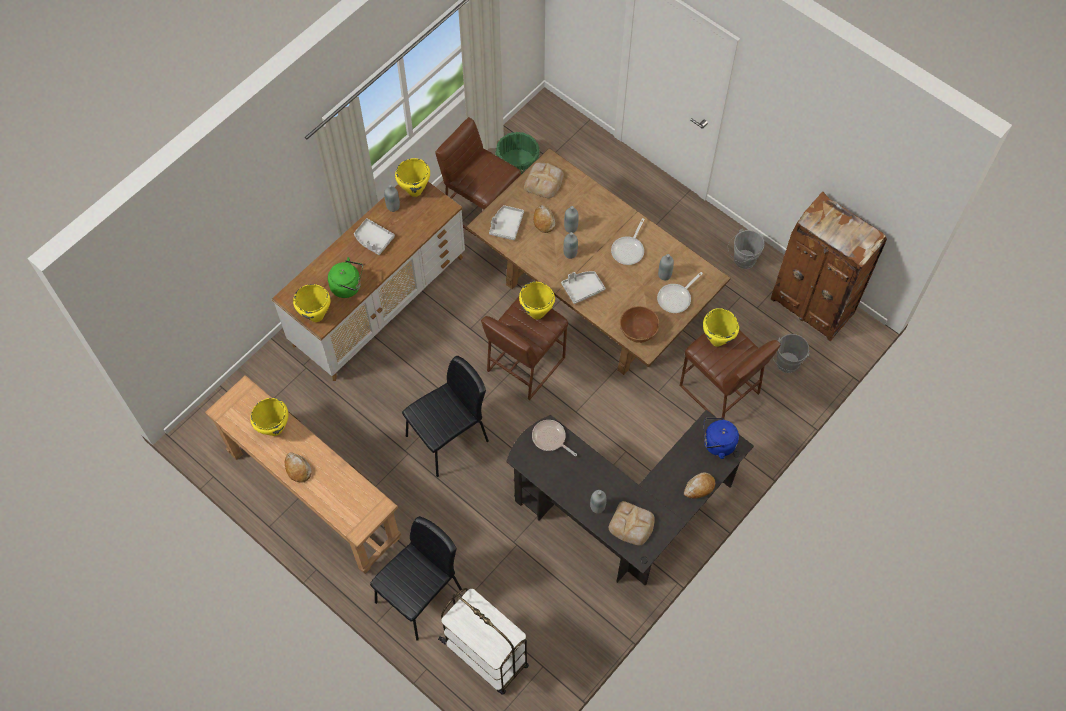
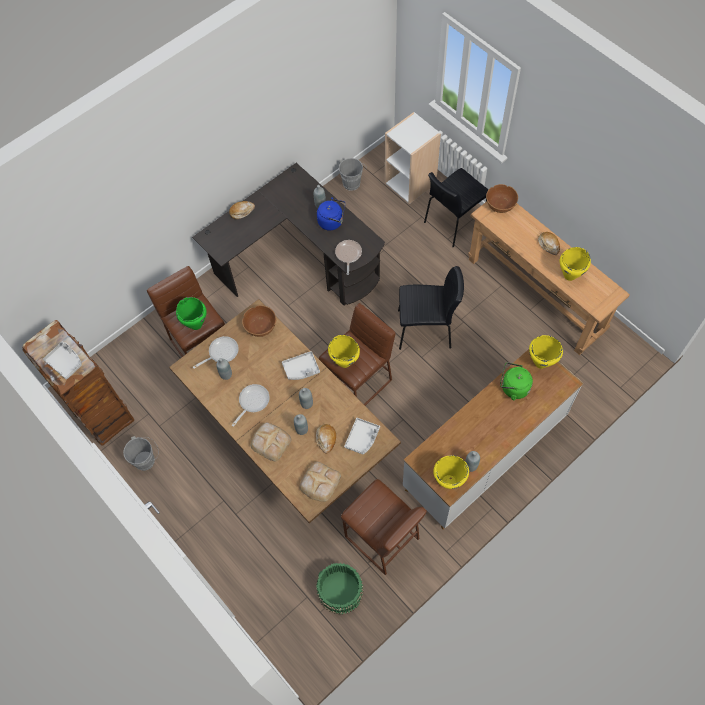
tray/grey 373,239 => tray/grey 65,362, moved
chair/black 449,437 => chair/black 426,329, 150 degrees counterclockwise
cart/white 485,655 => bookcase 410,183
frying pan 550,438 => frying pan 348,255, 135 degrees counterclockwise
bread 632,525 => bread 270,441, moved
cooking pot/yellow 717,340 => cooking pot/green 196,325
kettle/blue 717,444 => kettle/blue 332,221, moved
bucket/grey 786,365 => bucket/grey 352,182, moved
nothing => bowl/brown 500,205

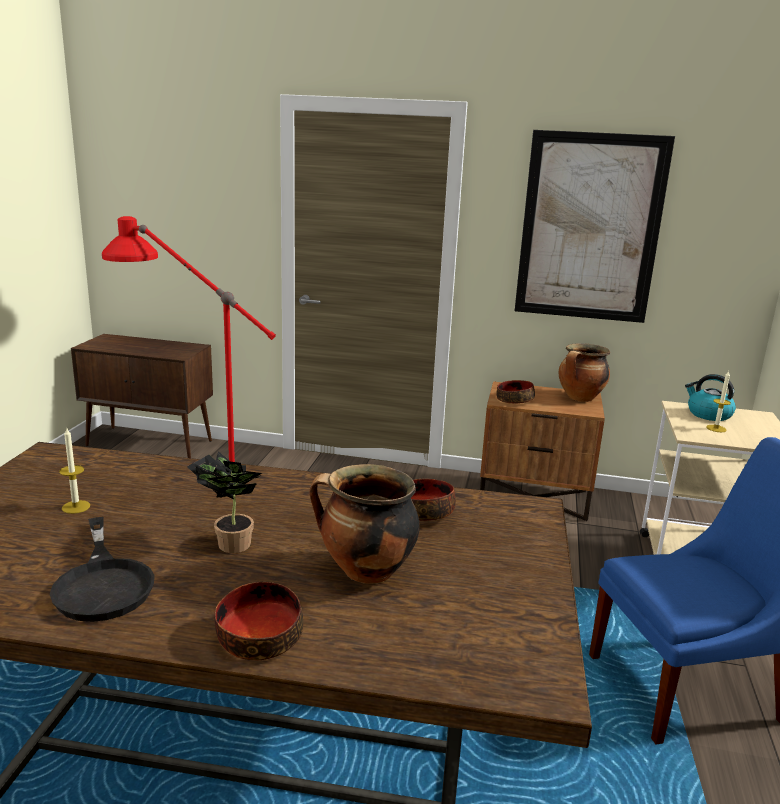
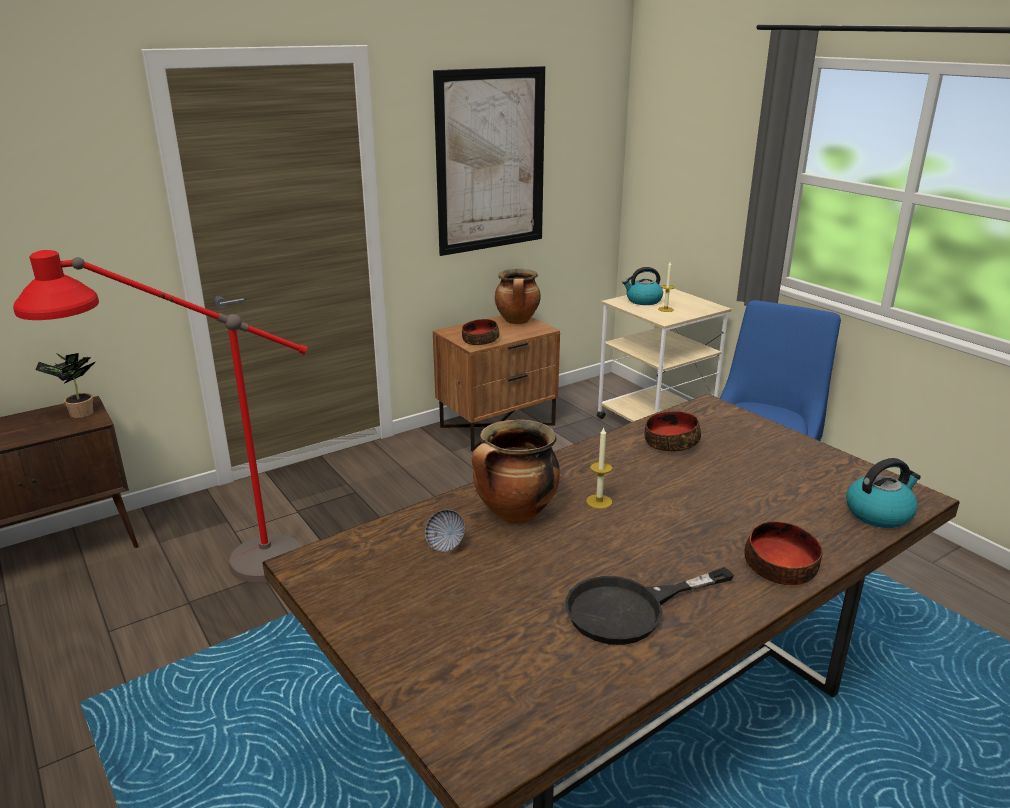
frying pan/black 103,582 => frying pan/black 630,609, 135 degrees clockwise
candle 76,507 => candle 599,501, moved
potted plant 229,544 => potted plant 78,414, moved
cooking pot 365,572 => cooking pot 515,515, moved
nothing => bowl 445,544
nothing => kettle 879,513

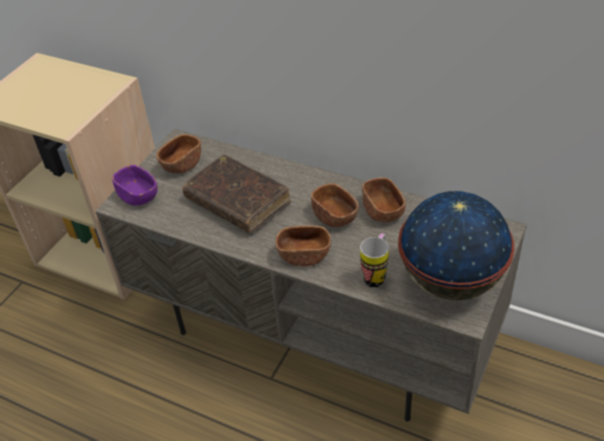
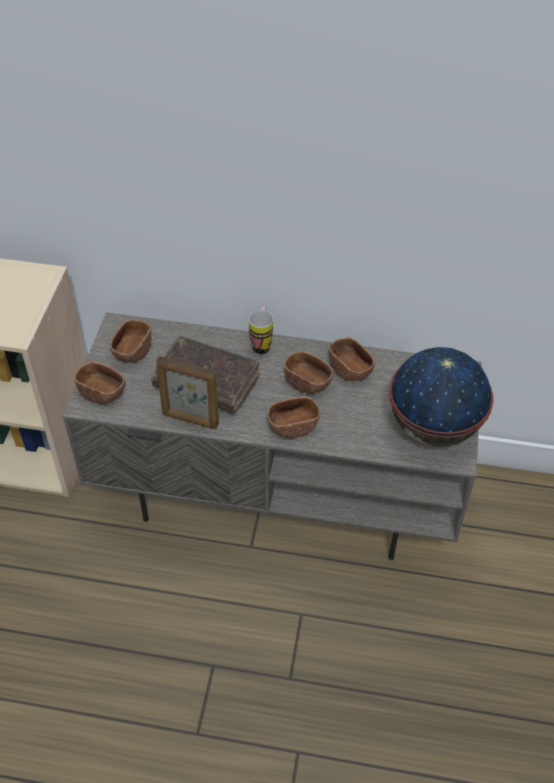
bowl/purple 138,196 => bowl/brown 102,392
mug 376,275 => mug 262,343, moved
nothing => picture frame 190,419

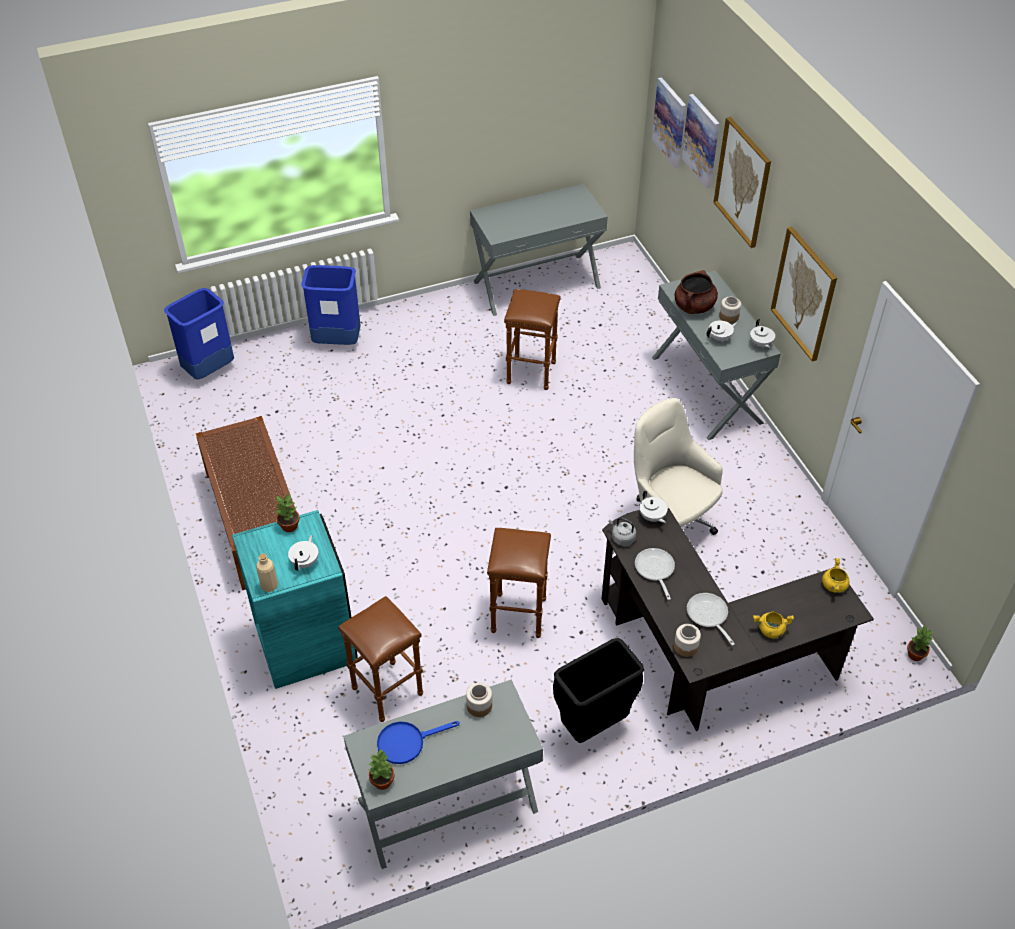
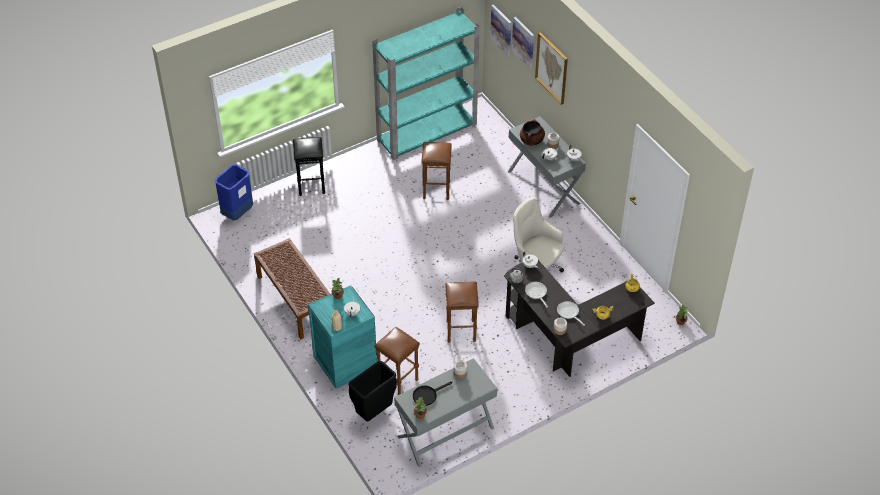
trash can/blue 337,341 => stool/black 312,185
frying pan/blue 407,742 => frying pan/black 427,395
console table/grey 536,284 => bookcase/turquoise 427,132
trash can/black 593,725 => trash can/black 373,412, moved
picture 804,294 => nothing

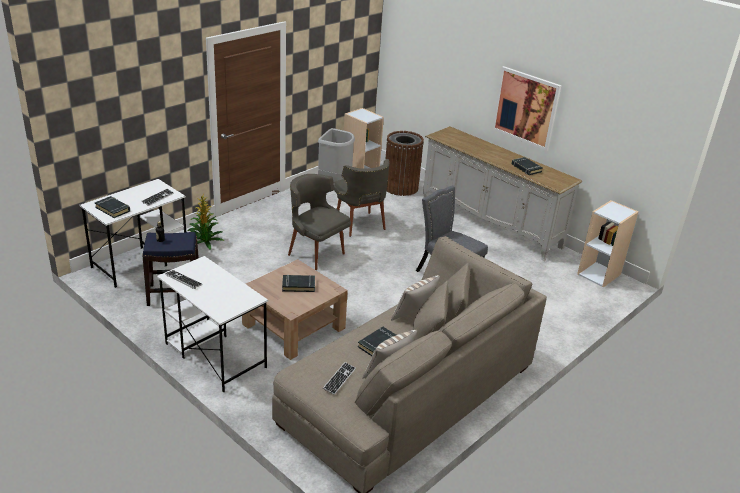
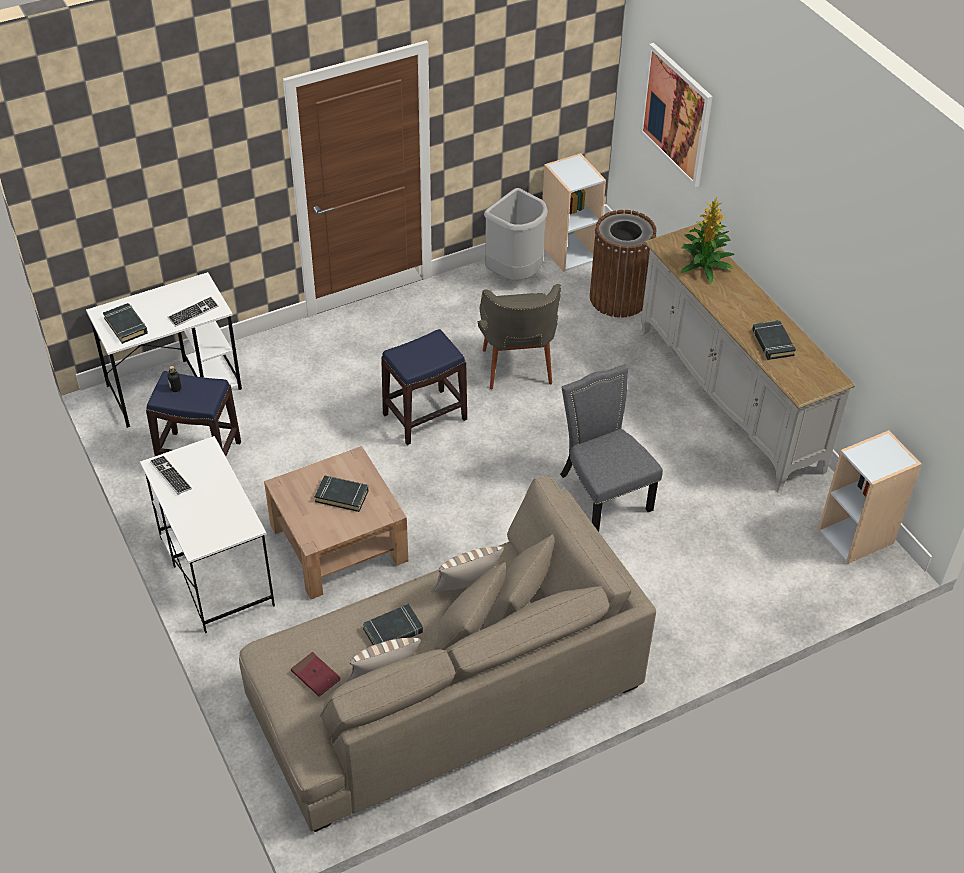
potted plant 205,242 => potted plant 704,266, moved
chair/grey 316,255 => stool 425,417
keyboard 339,379 => book/red 315,676
picture 526,108 => picture 676,114, moved

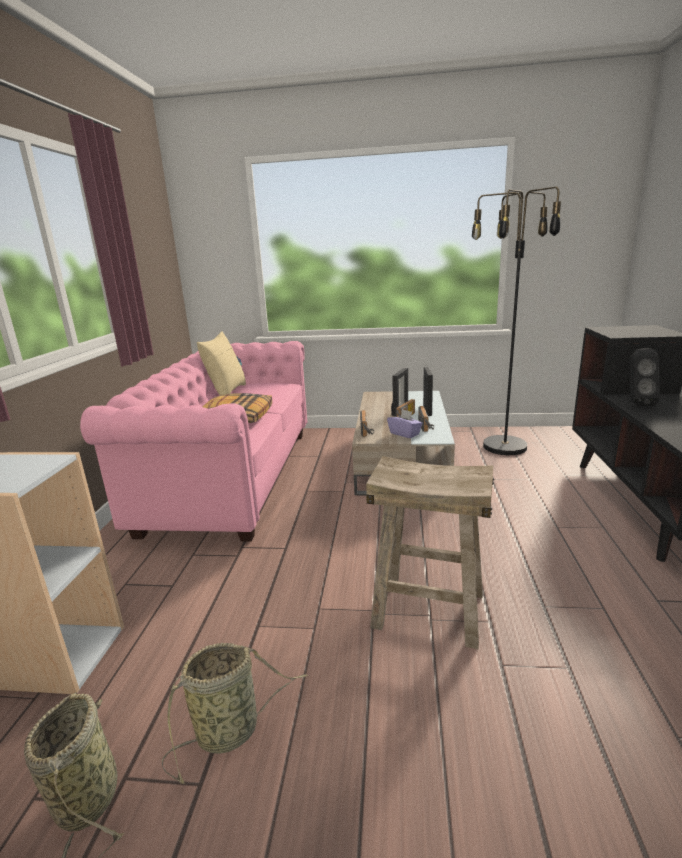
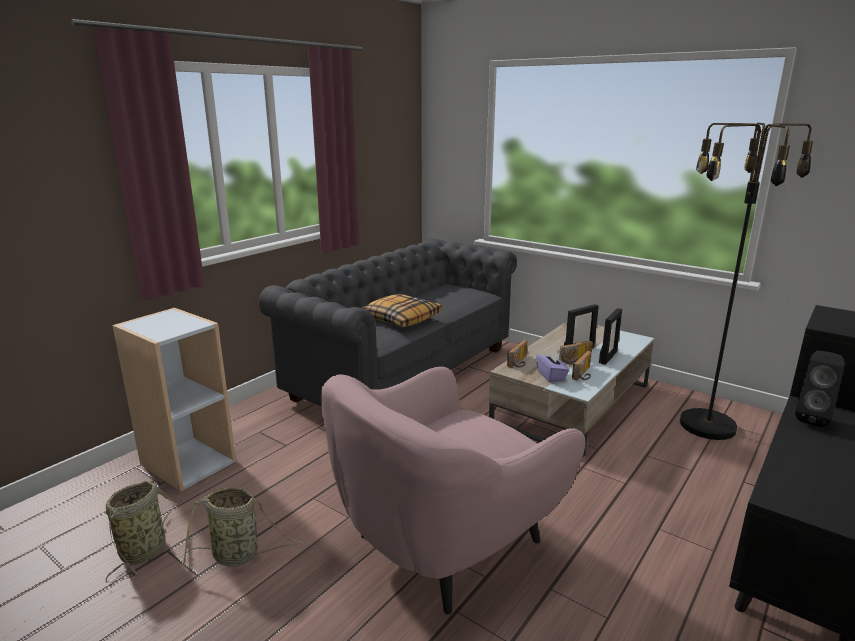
sofa/pink 234,477 => sofa/grey 404,373
pillow/beige 227,393 => nothing
stool/beige 428,610 => armchair/pink 445,544

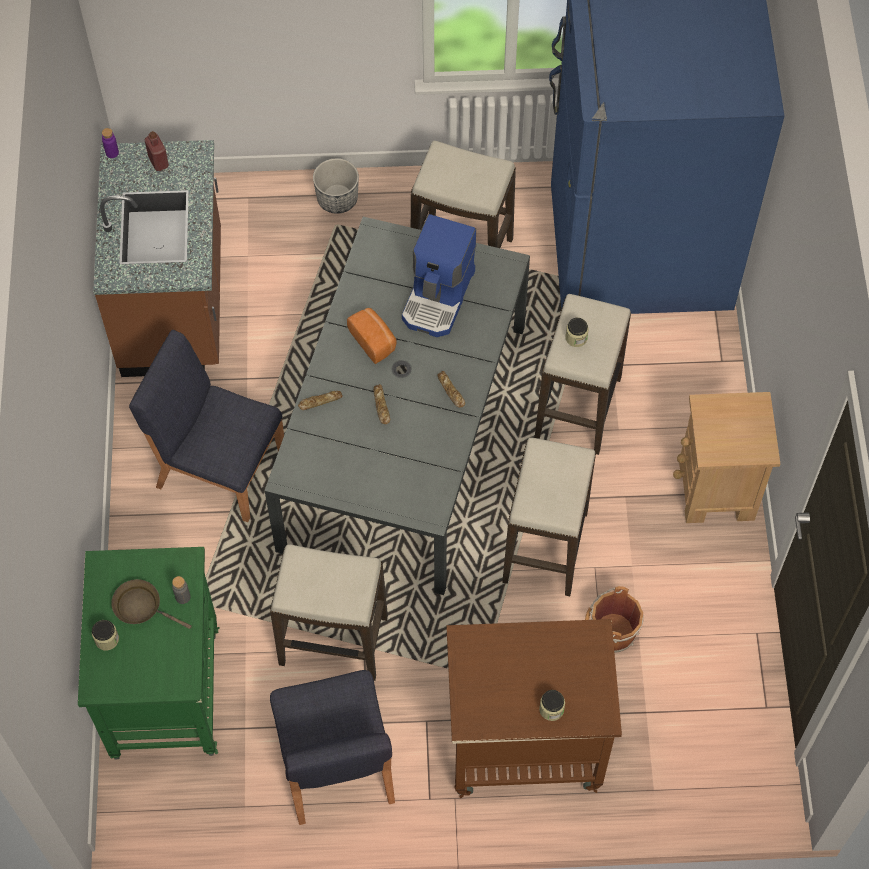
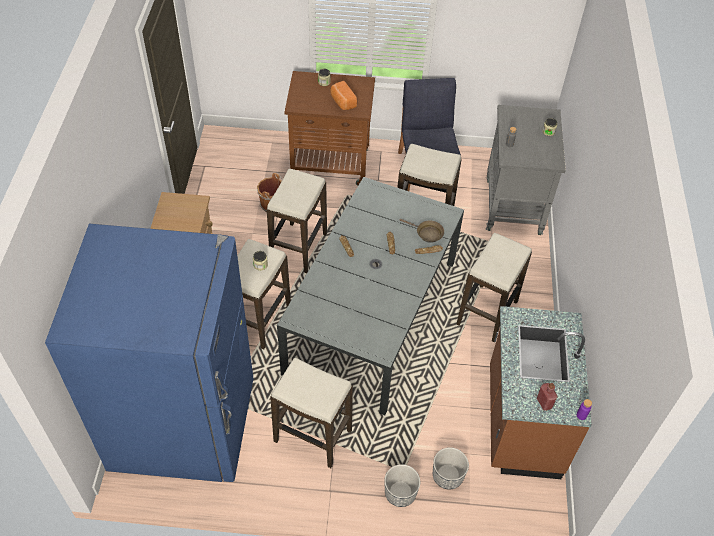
cart/green 167,691 => cart/grey 512,207
frying pan/brown 141,607 => frying pan/brown 427,233, moved
chair/blue 219,466 => stool 487,313
bread 373,340 => bread 342,102, moved
coffee machine 439,297 => nothing
nothing => planter 447,476

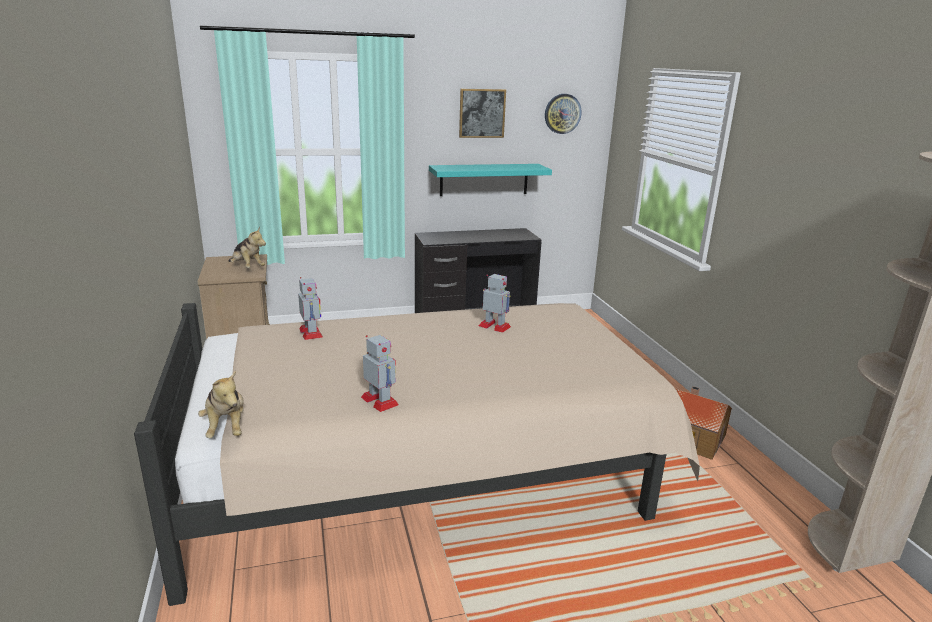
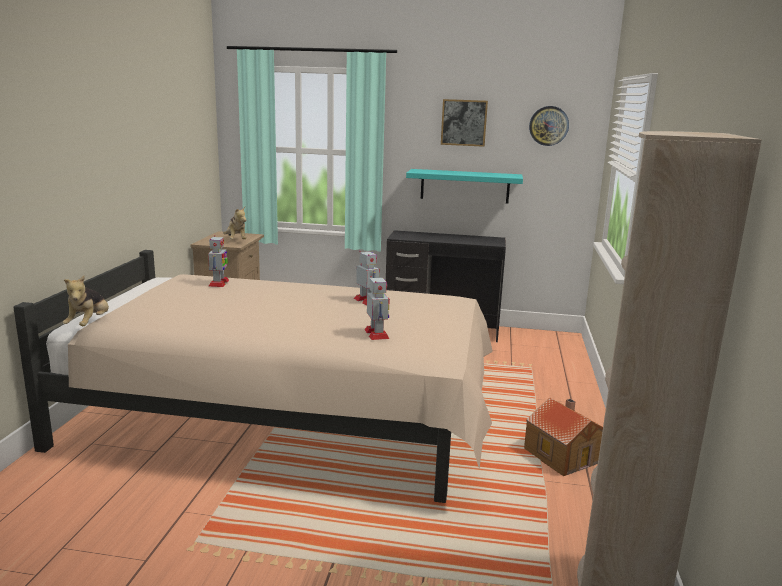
toy robot 380,401 => toy robot 377,334, moved

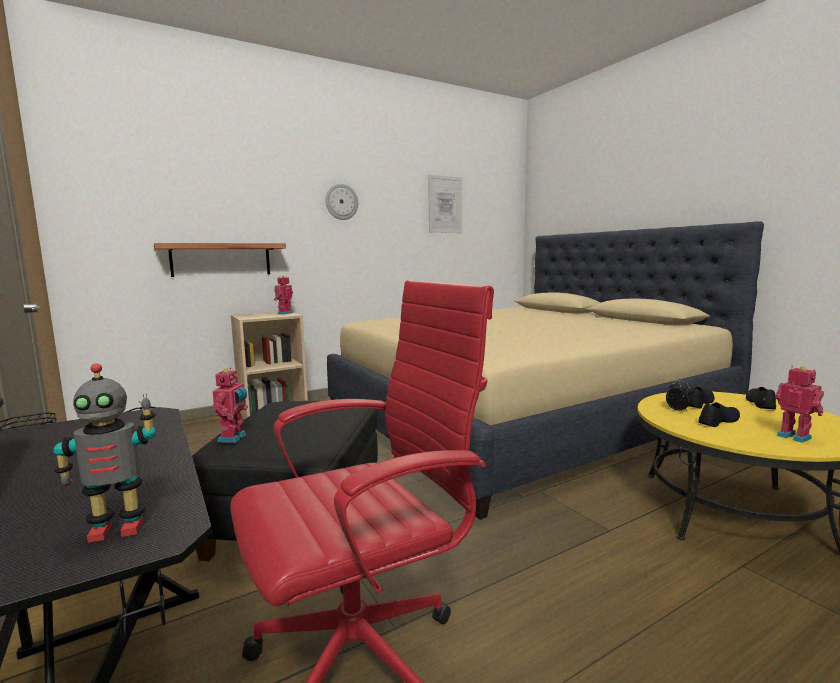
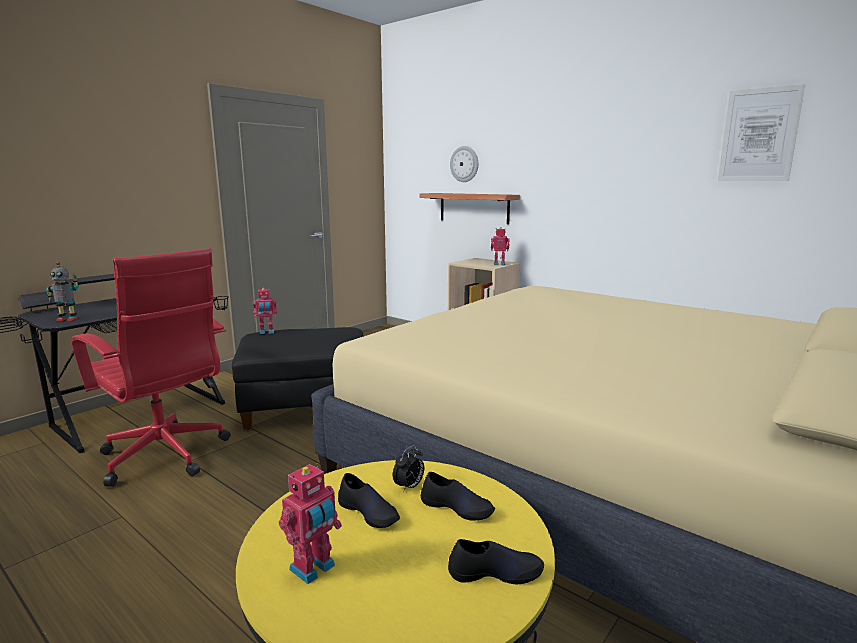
toy robot 117,528 => toy robot 67,319, 60 degrees counterclockwise
wall clock 341,202 => wall clock 464,164, moved

